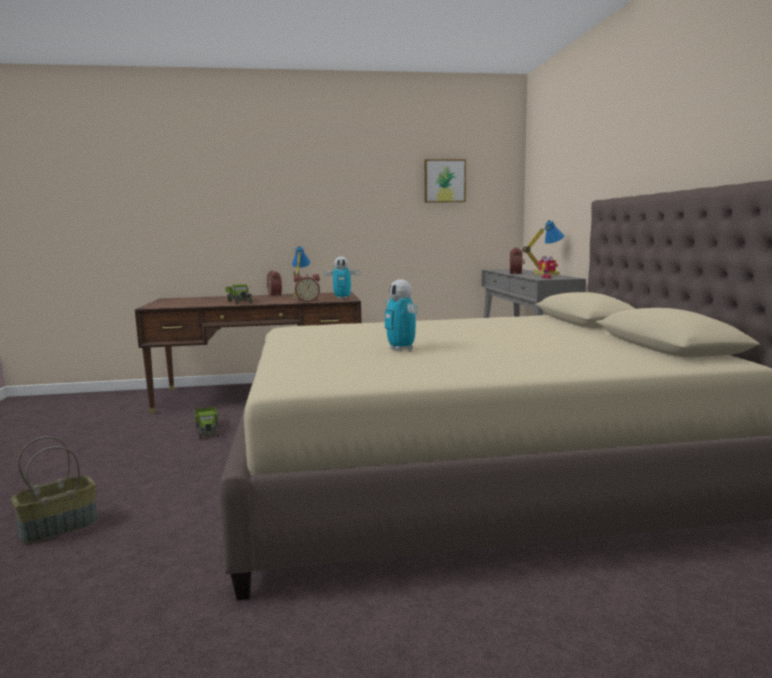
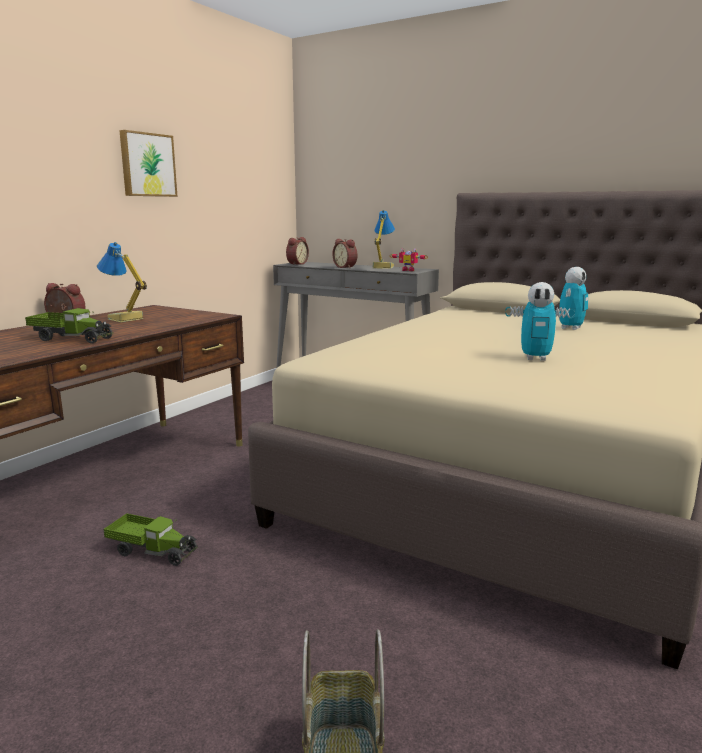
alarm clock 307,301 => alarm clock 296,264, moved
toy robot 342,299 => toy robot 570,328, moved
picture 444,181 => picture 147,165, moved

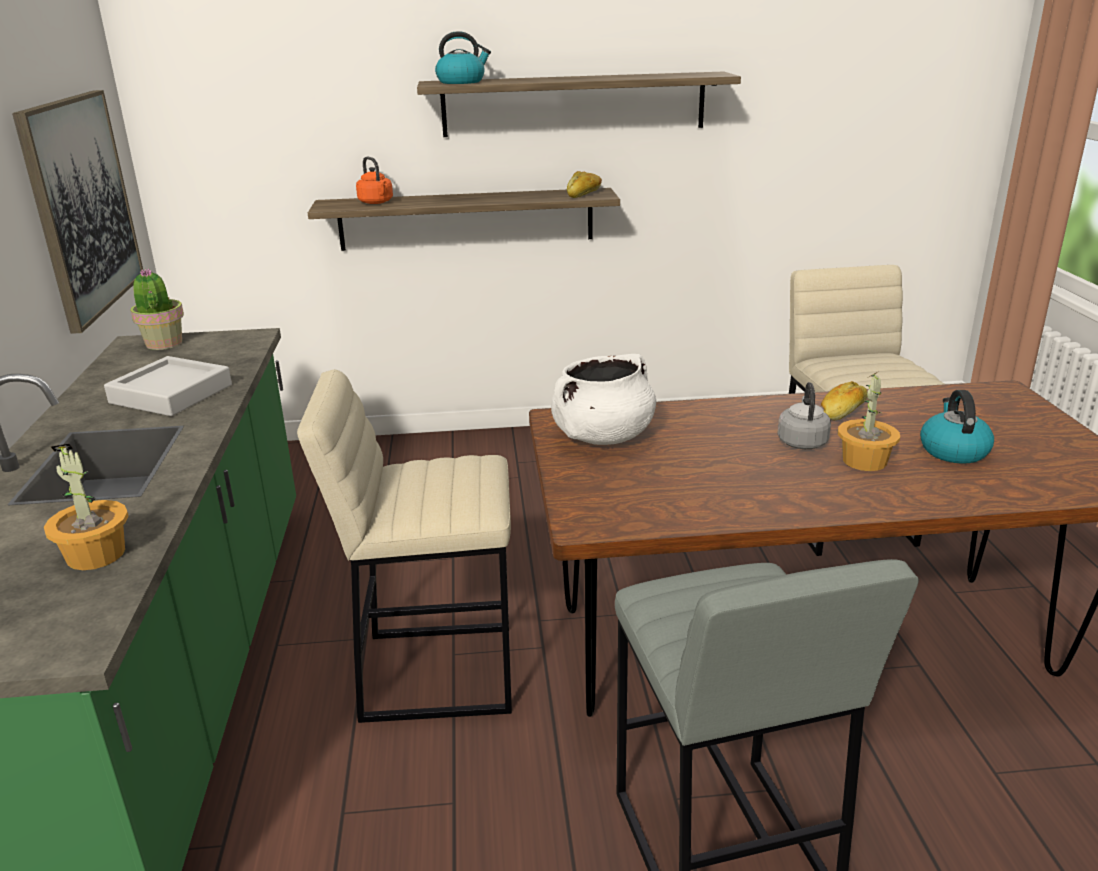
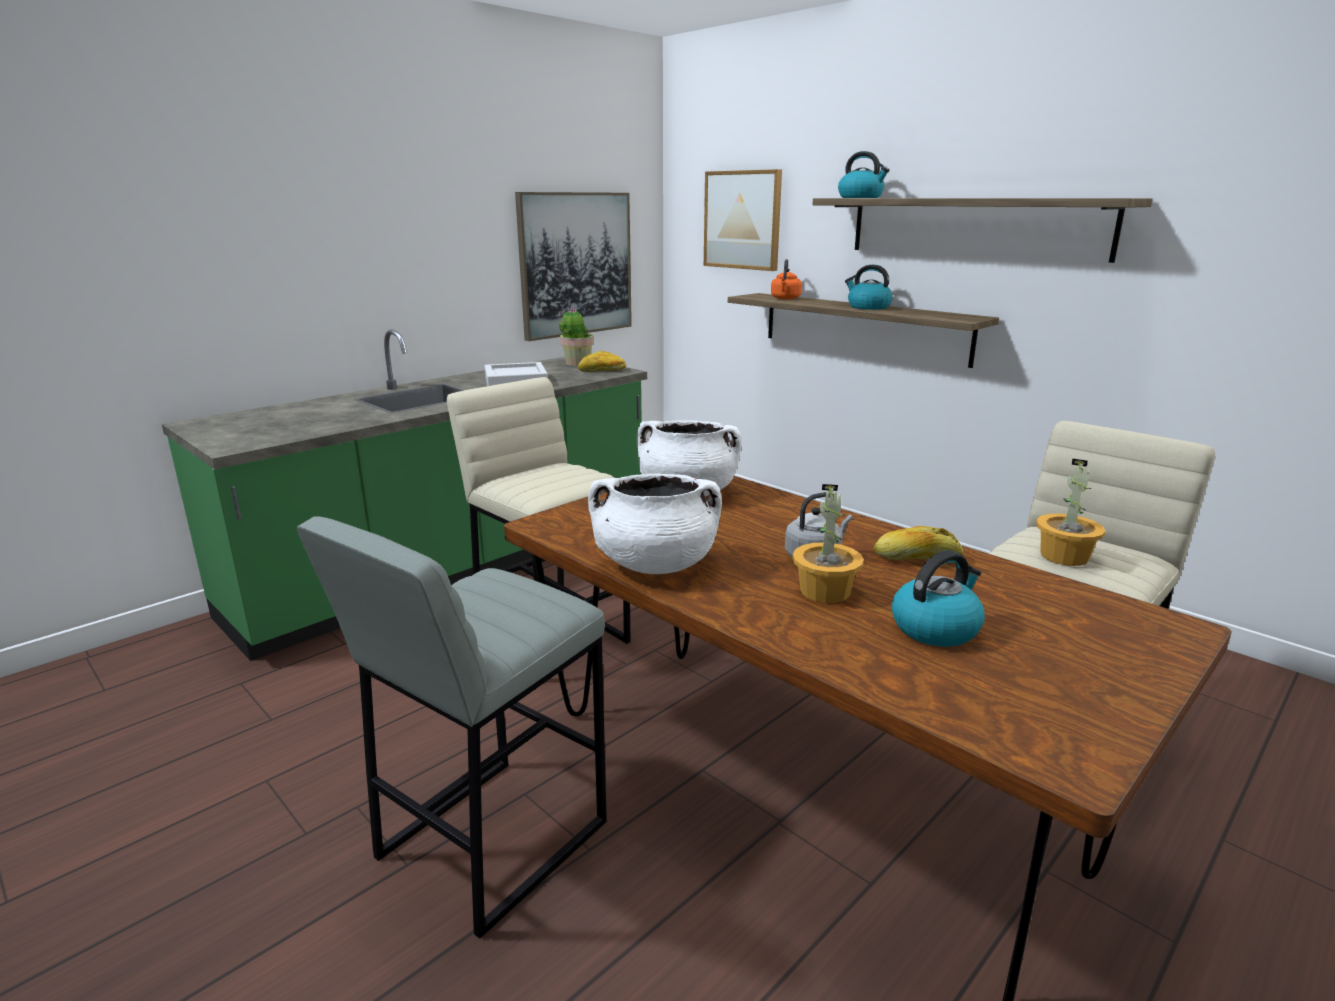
potted plant 96,555 => potted plant 1064,556, moved
bread 584,194 => bread 602,371, moved
nothing => cooking pot/white 655,564
nothing => picture 742,220
nothing => kettle 868,307

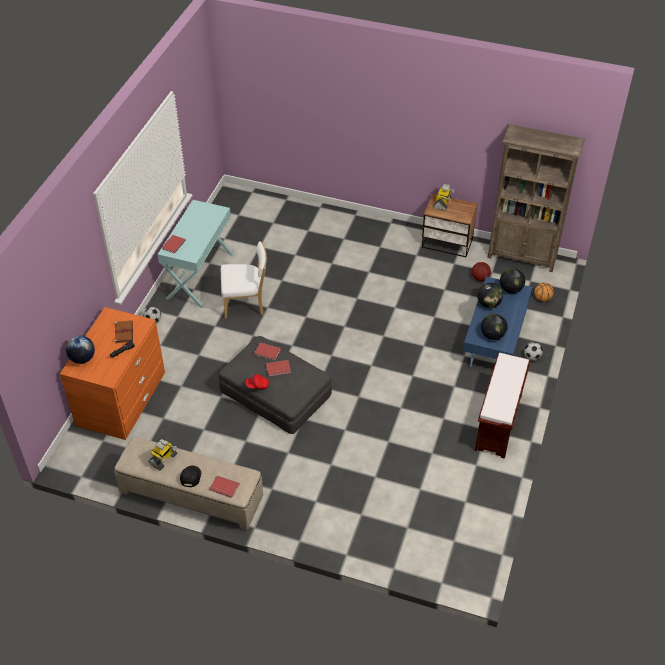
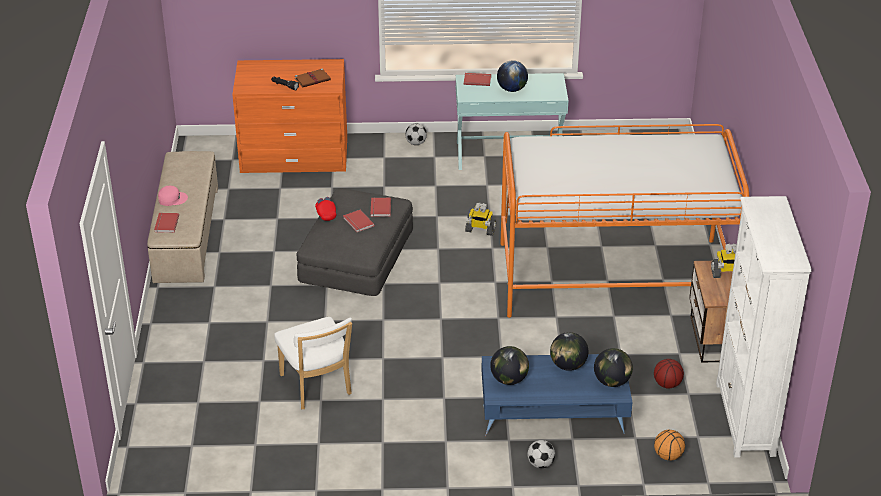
globe 82,358 => globe 512,89, moved
toy robot 163,459 => toy robot 480,230, moved
cap/black 190,476 => cap/pink 172,198
chair/white 246,304 => chair/white 317,387, moved
bench/brown 498,423 => nothing
bookcase/brown 522,256 => bookcase/white 745,419
nothing => bed/orange 610,276

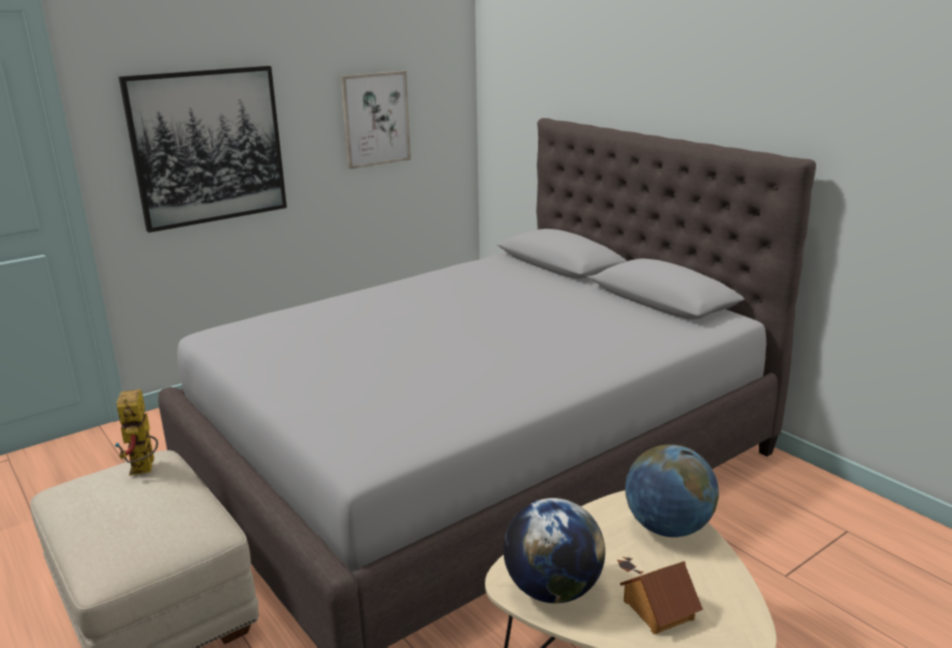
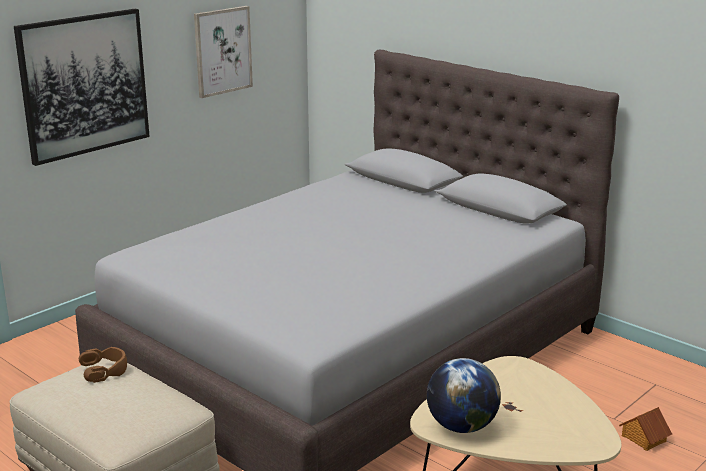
toy robot 145,470 => headphones/brown 104,370
toy house 657,610 => toy house 643,438, moved
globe 668,528 => nothing

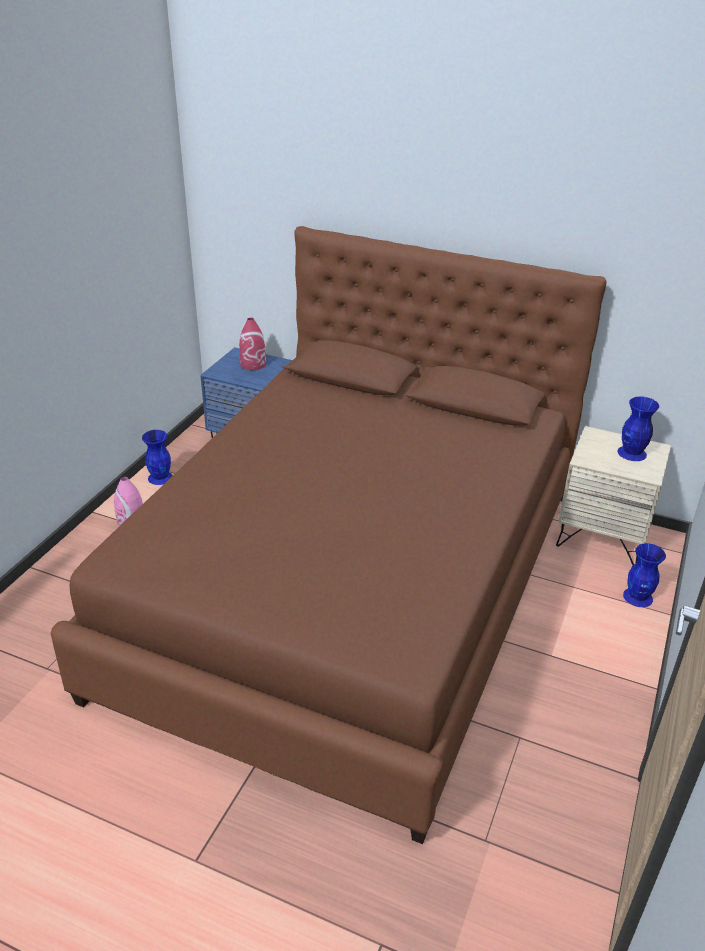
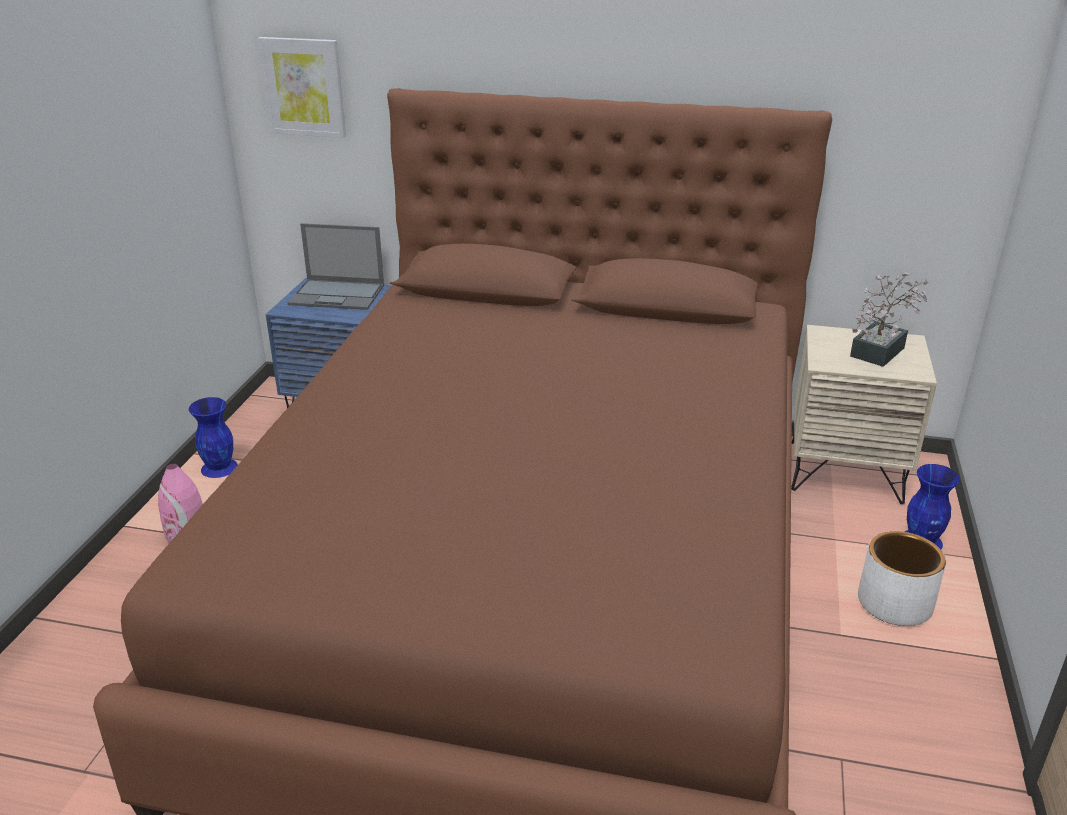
vase/red 253,364 => laptop 338,295
vase/blue 631,453 => potted plant 881,349
nothing => picture 303,87
nothing => planter/white 895,603

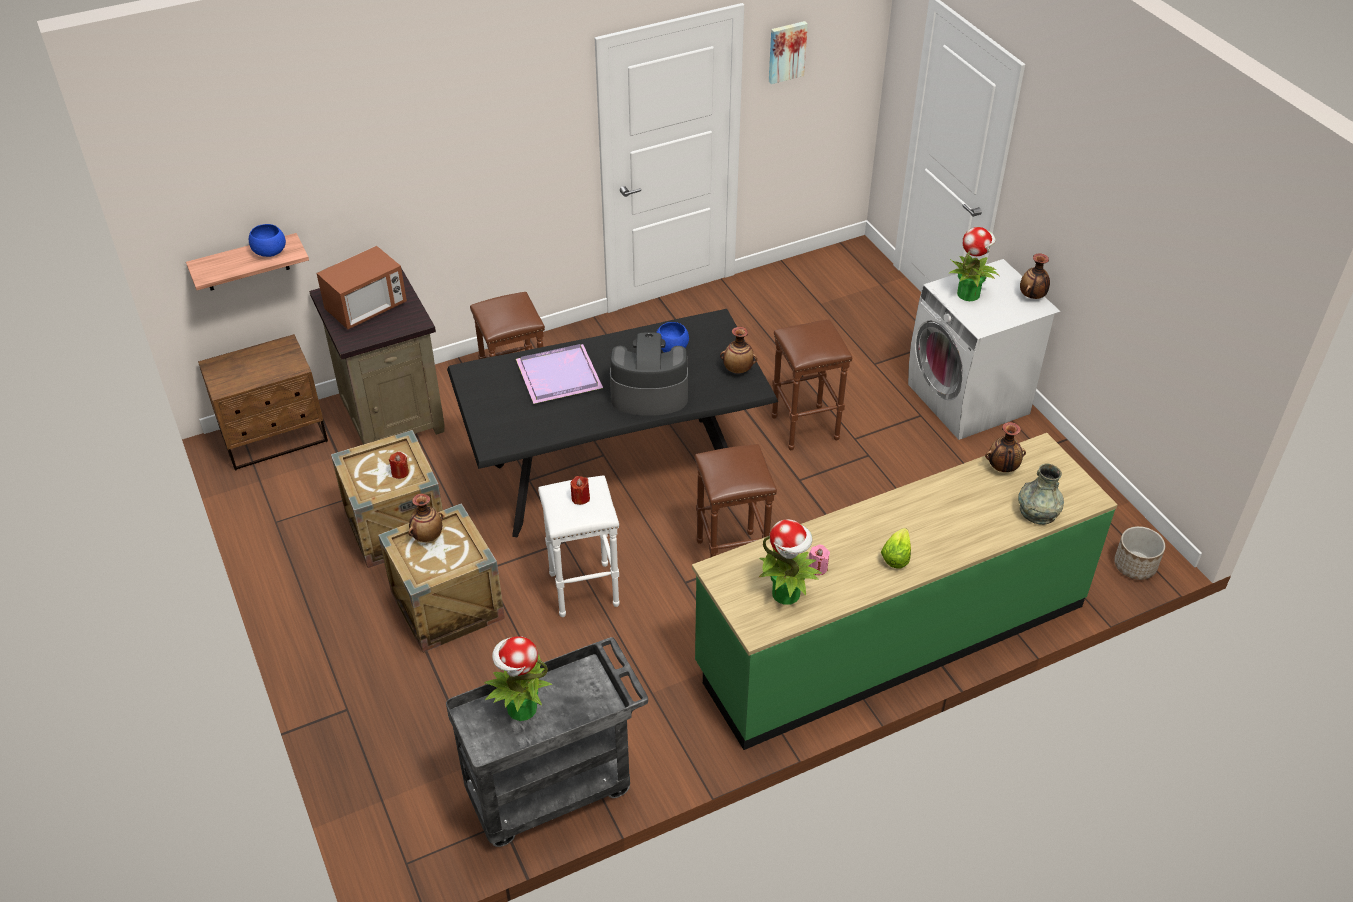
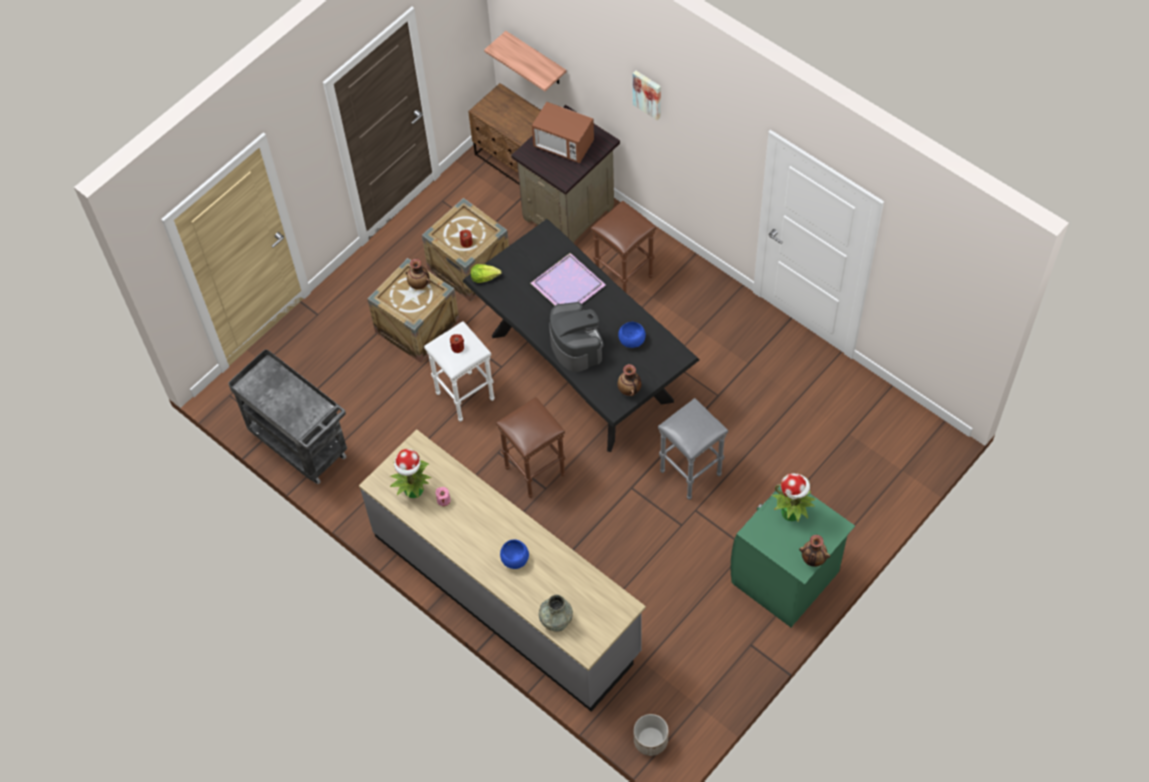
bowl/blue 270,252 => bowl/blue 515,559, moved
potted plant 520,708 => nothing
counter/green 891,636 => counter/grey 506,593
picture 786,51 => picture 648,94, moved
stool/brown 806,428 => stool/grey 690,474
lettuce 896,556 => lettuce 484,277, moved
washing machine/white 970,399 => washing machine/green 785,579
vase 1002,468 => nothing

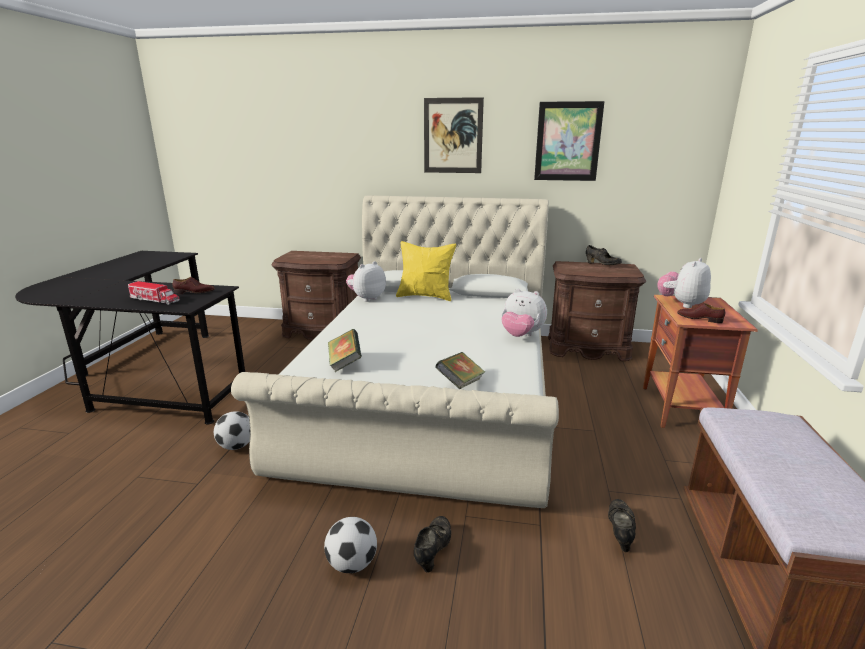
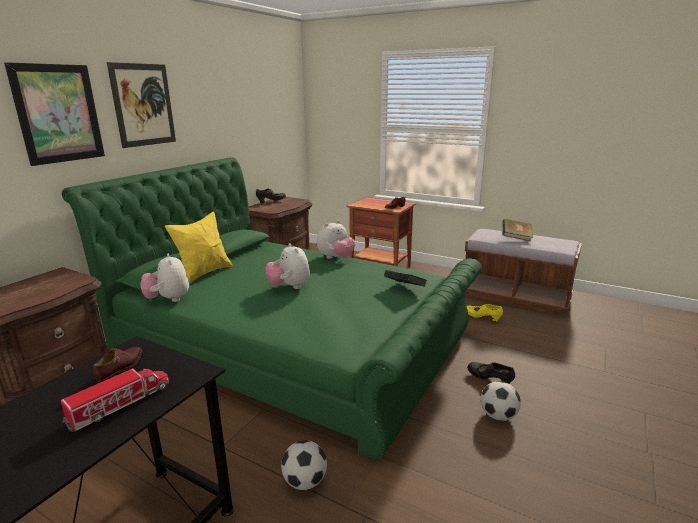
bed/beige 430,392 => bed/green 290,343
book 345,363 => book 516,238, moved
picture 568,141 => picture 58,114, moved
shoe/black 620,532 => shoe/yellow 482,318
plush toy 681,304 => plush toy 289,287, moved

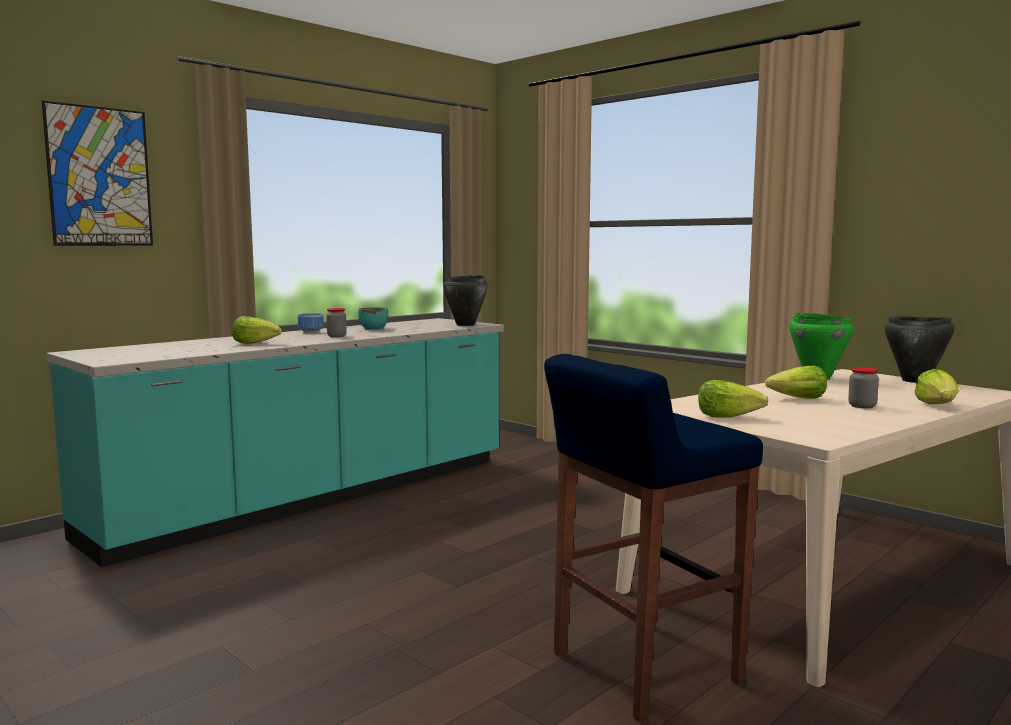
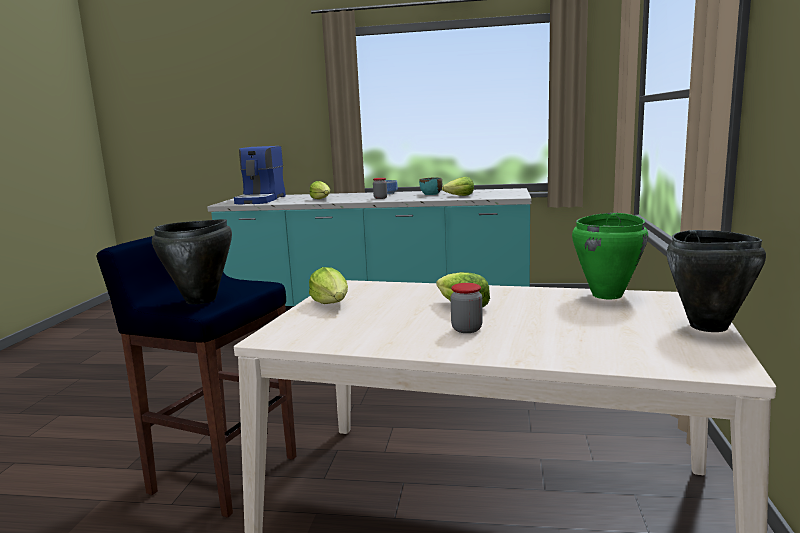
picture 99,177 => nothing
cooking pot/black 466,325 => cooking pot/black 201,300, moved
lettuce 937,406 => lettuce 459,196, moved
nothing => coffee machine 261,200

